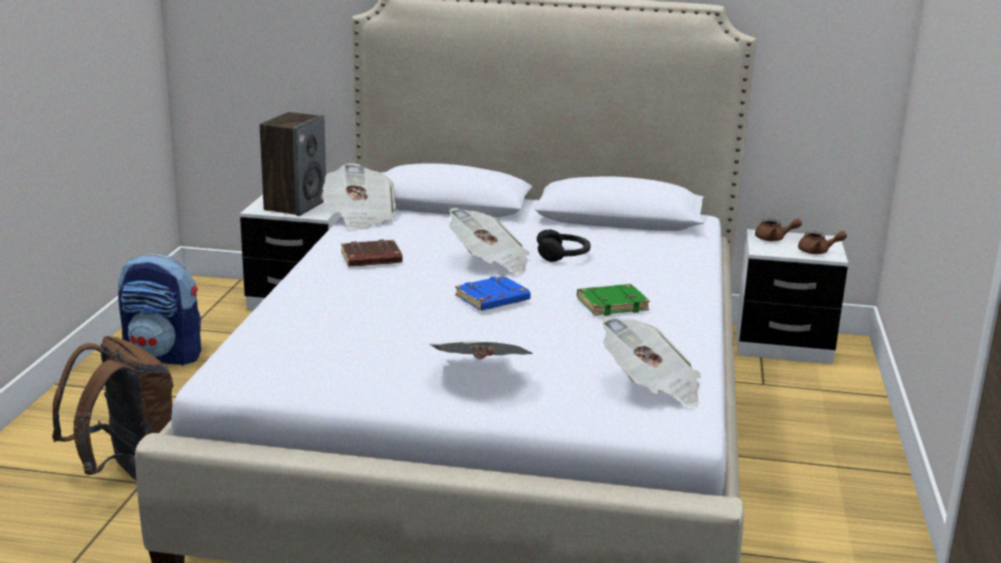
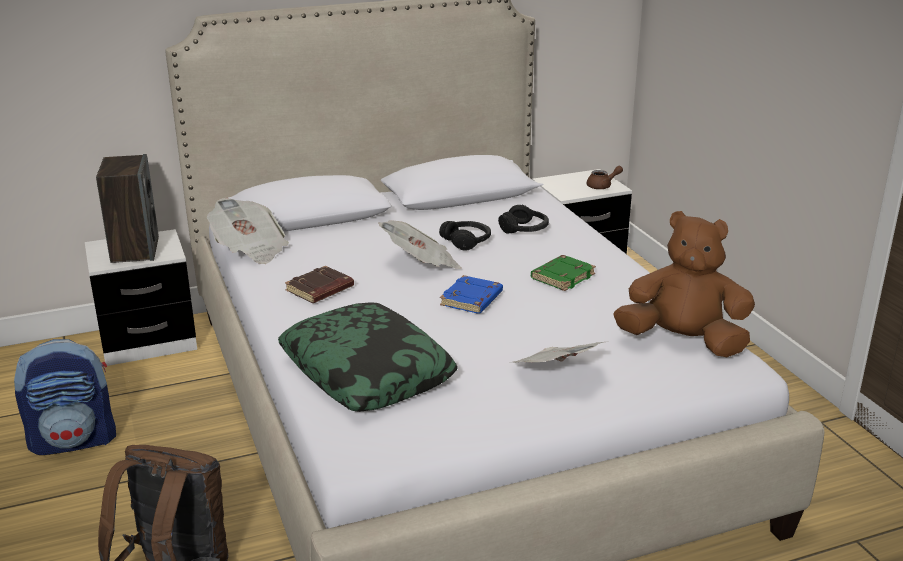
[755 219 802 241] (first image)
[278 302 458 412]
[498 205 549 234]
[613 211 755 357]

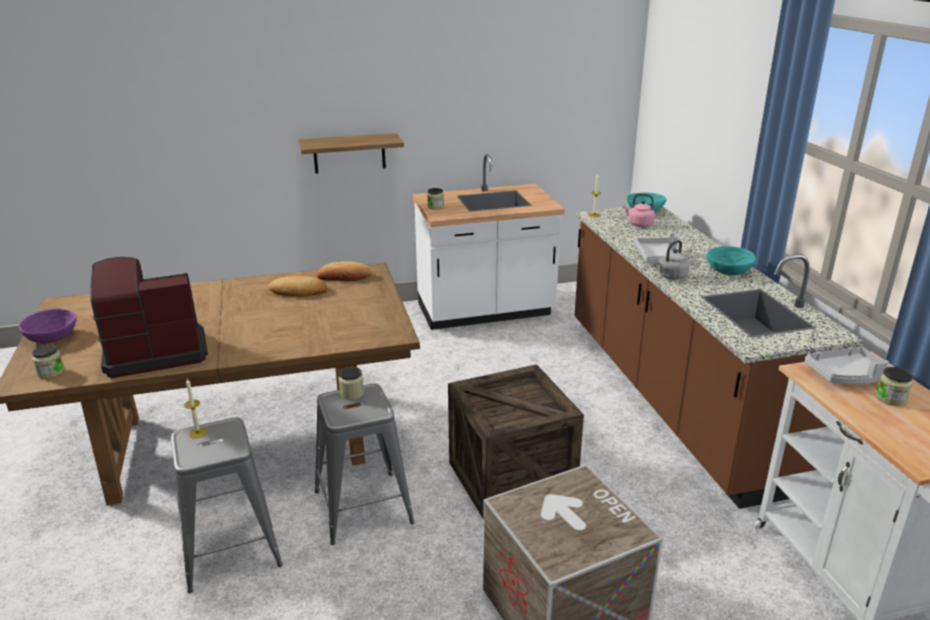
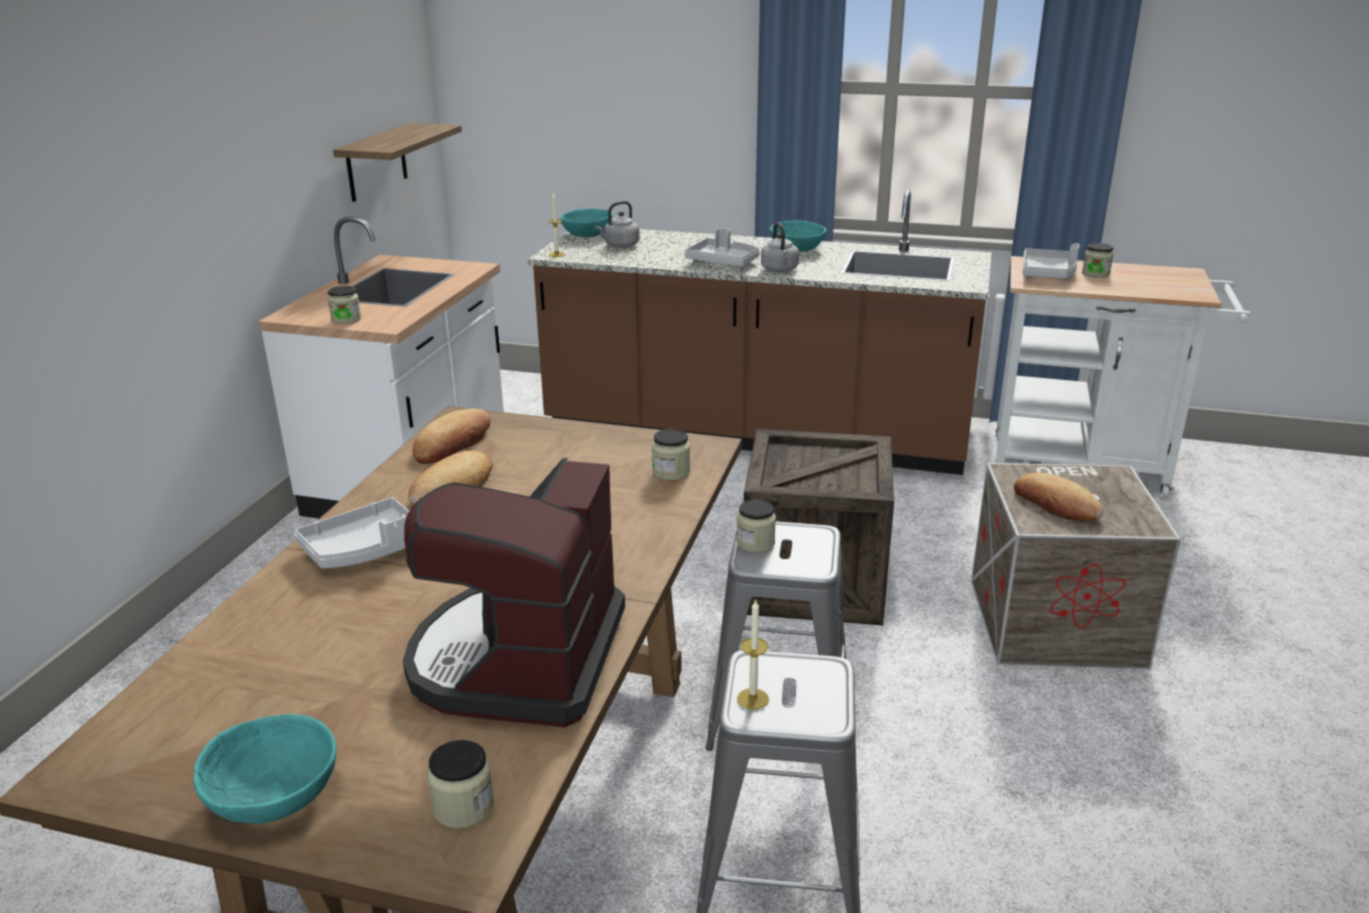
[294 497 409 569]
[652 429 690 480]
[1014 473 1104 522]
[333 123 462 202]
[194 714 337 824]
[595 201 640 248]

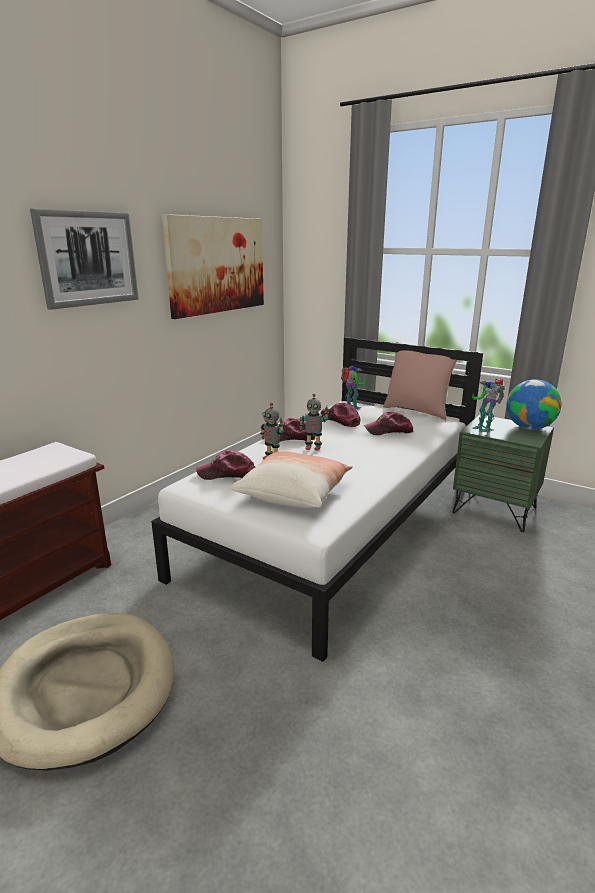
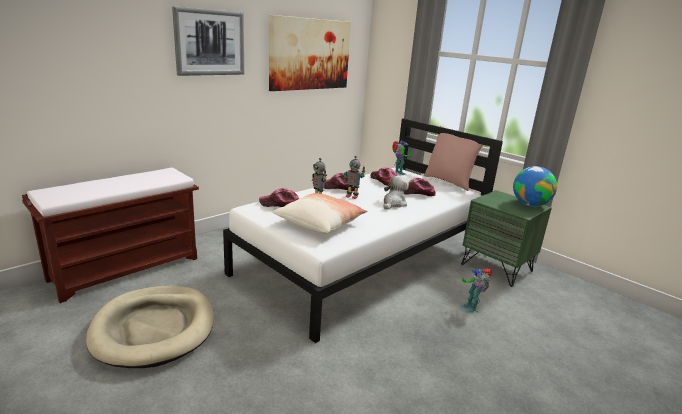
[384 176 409 210]
[461 268 492 313]

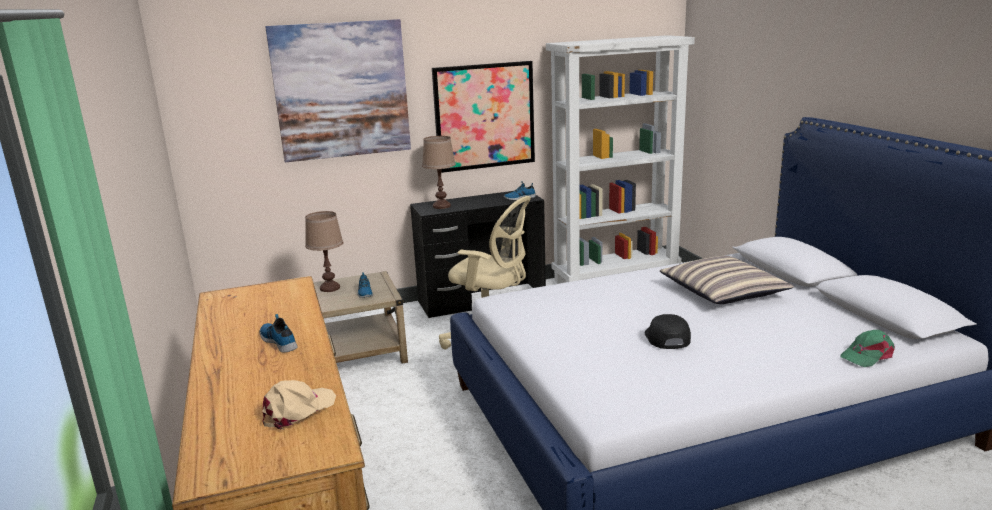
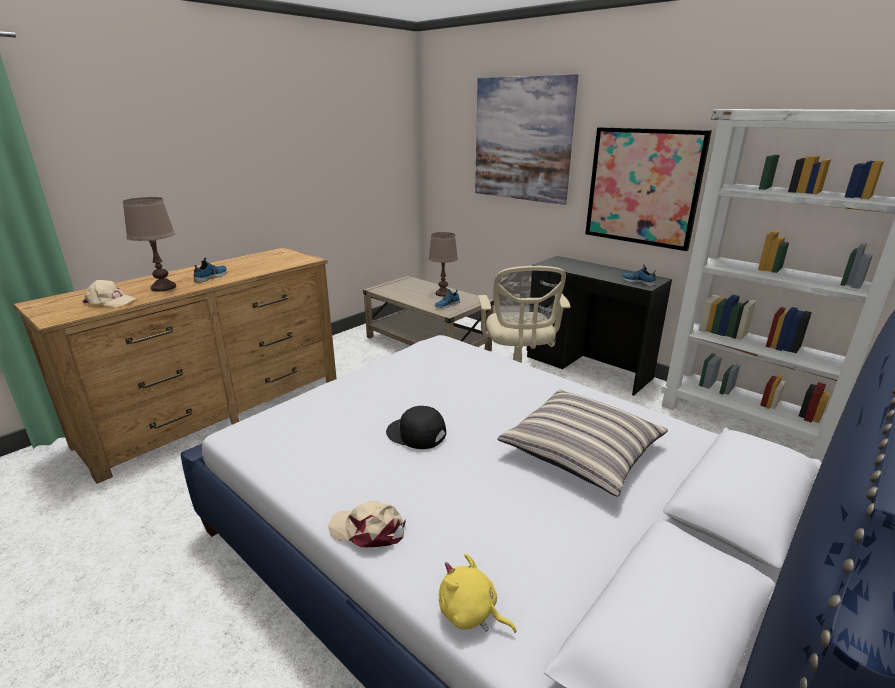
[328 500 406 548]
[123 197 176 292]
[439 553 516 633]
[386 406 446 449]

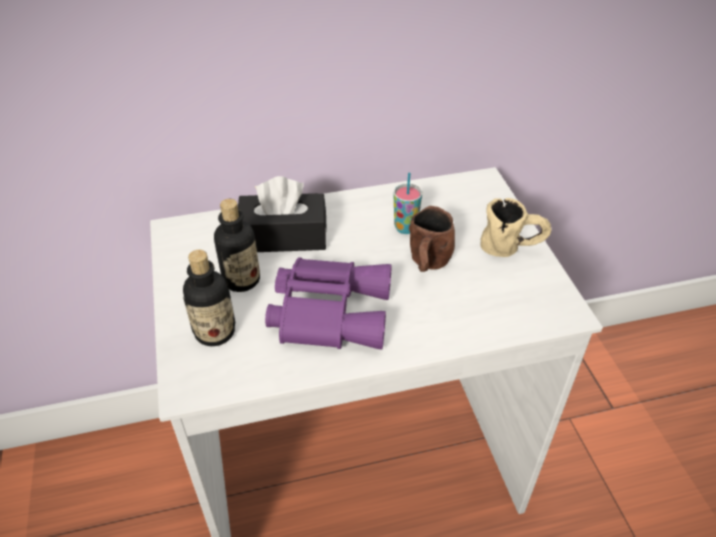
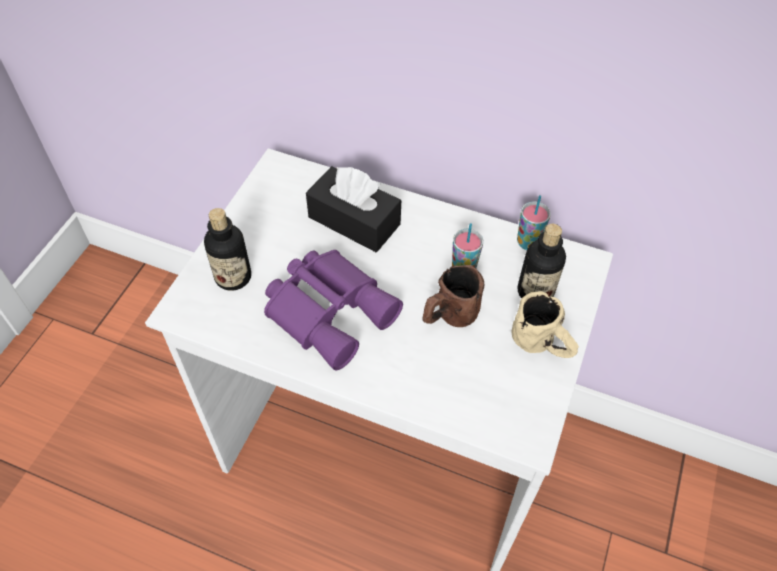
[517 195 551 250]
[518 224 566 301]

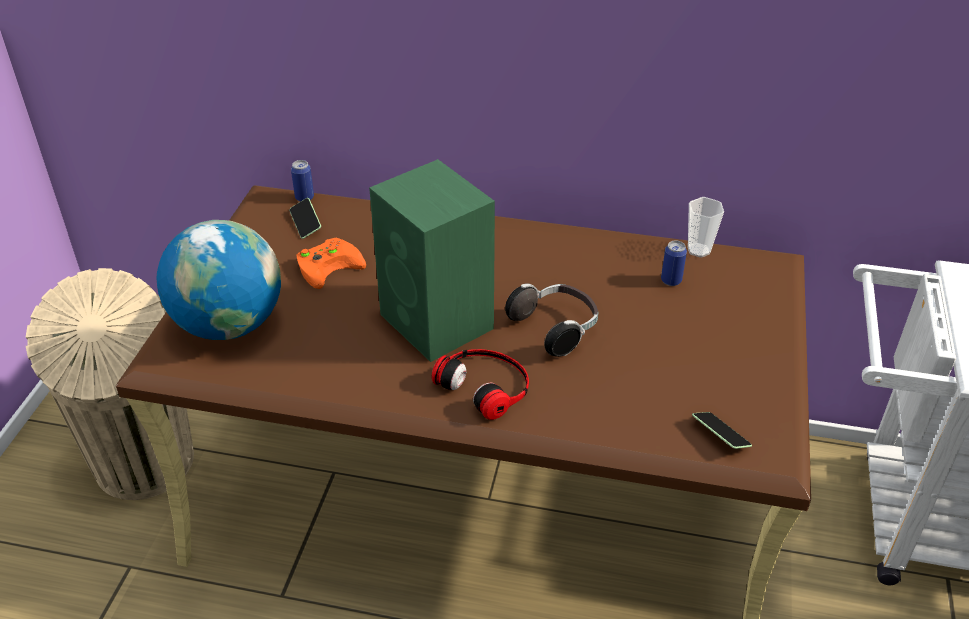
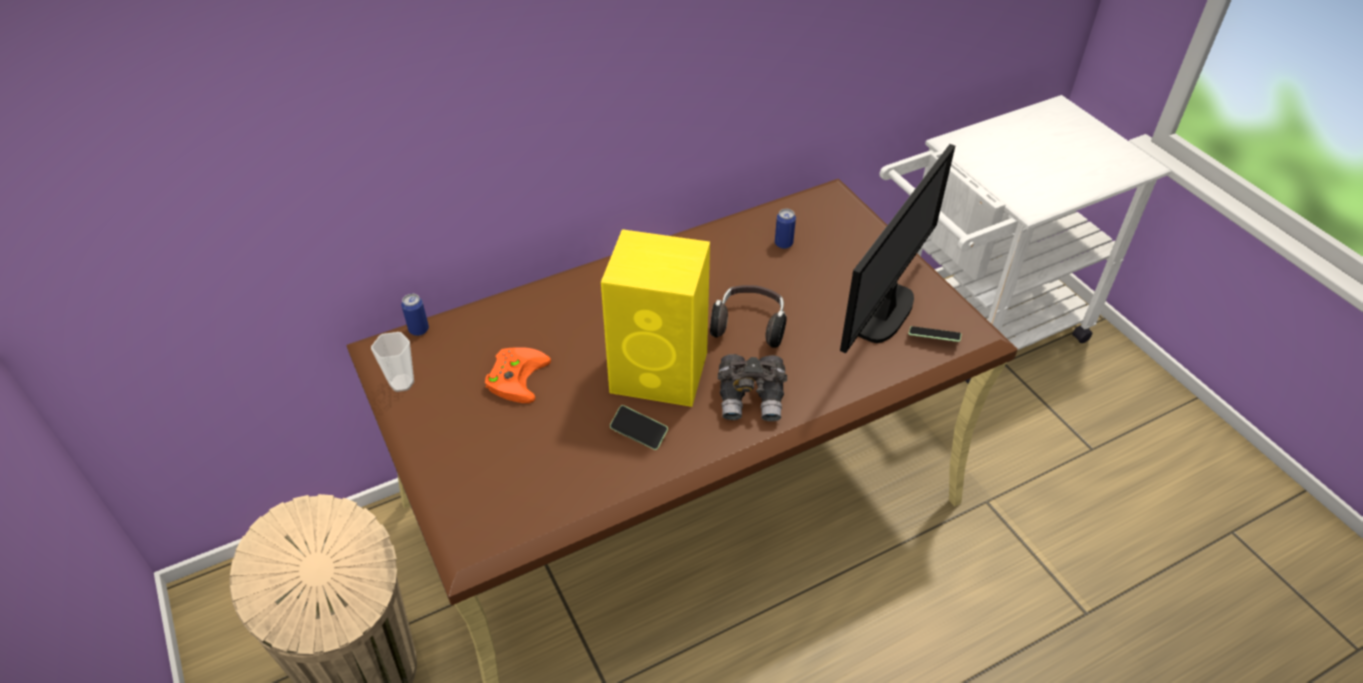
[157 220 281 340] (first image)
[840 144 955 353]
[610 405 668 450]
[371 332 414 392]
[718 354 787 421]
[601 229 710 407]

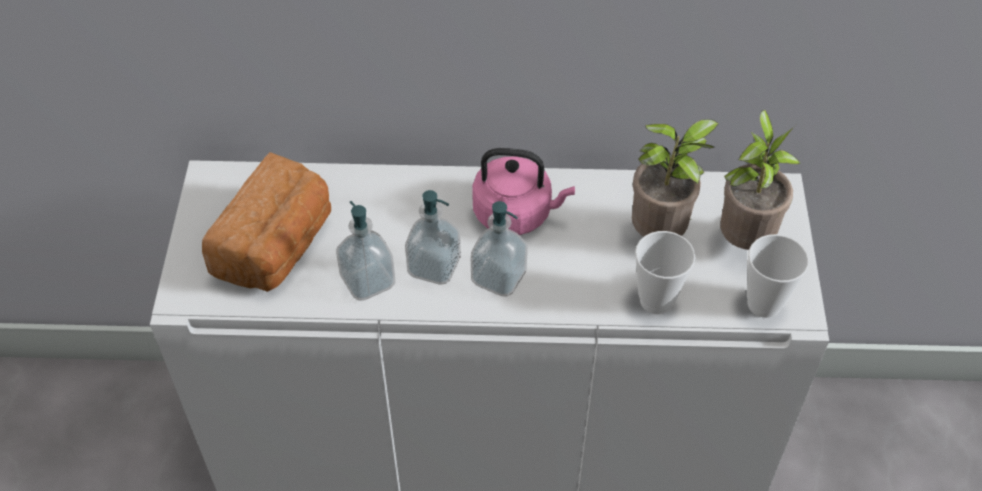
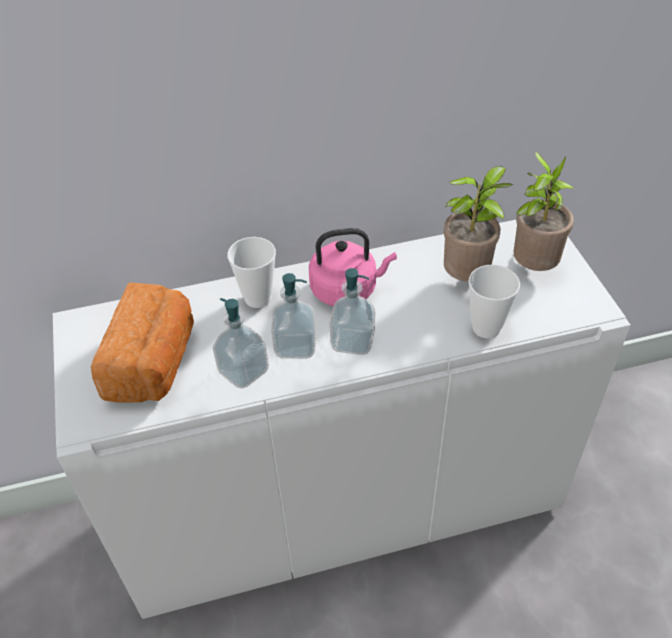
[227 237 276 308]

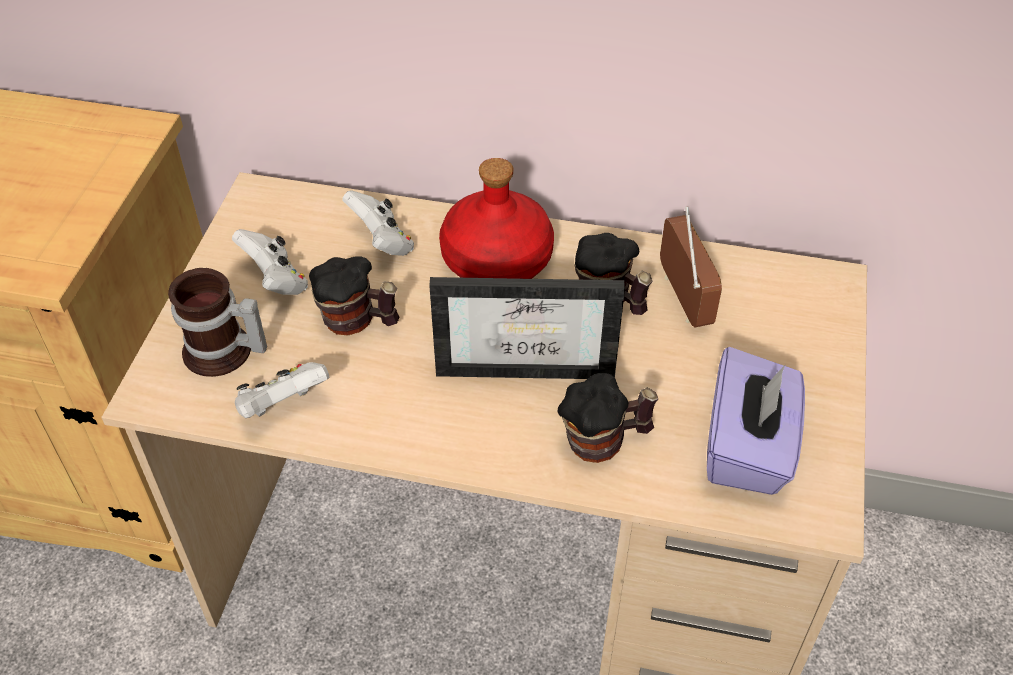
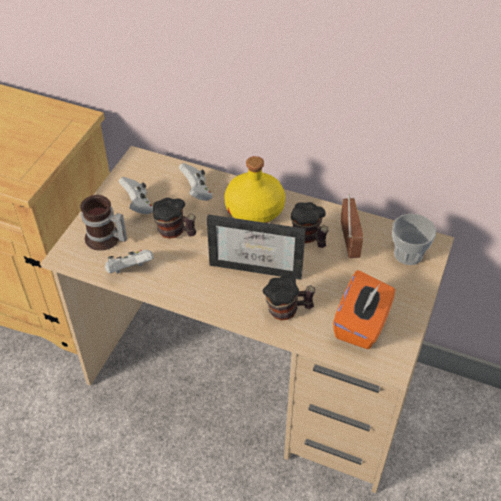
[392 214 436 265]
[224 156 285 223]
[333 270 395 349]

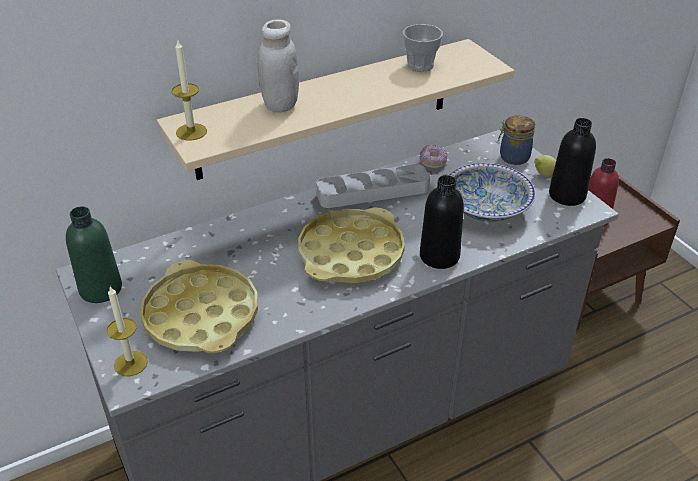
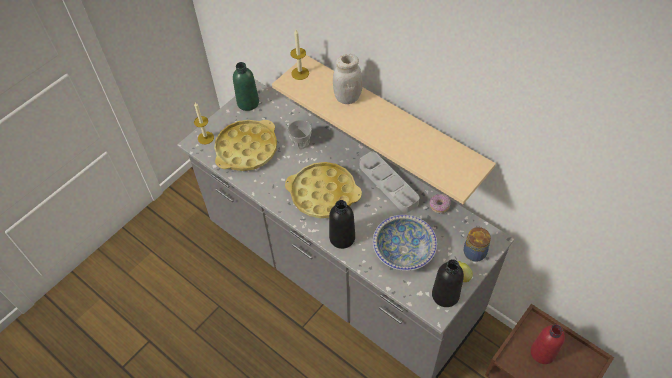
[287 120 312 149]

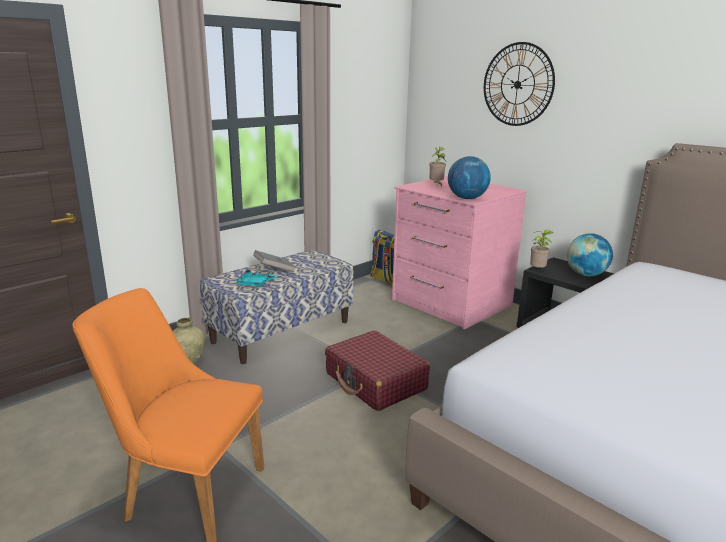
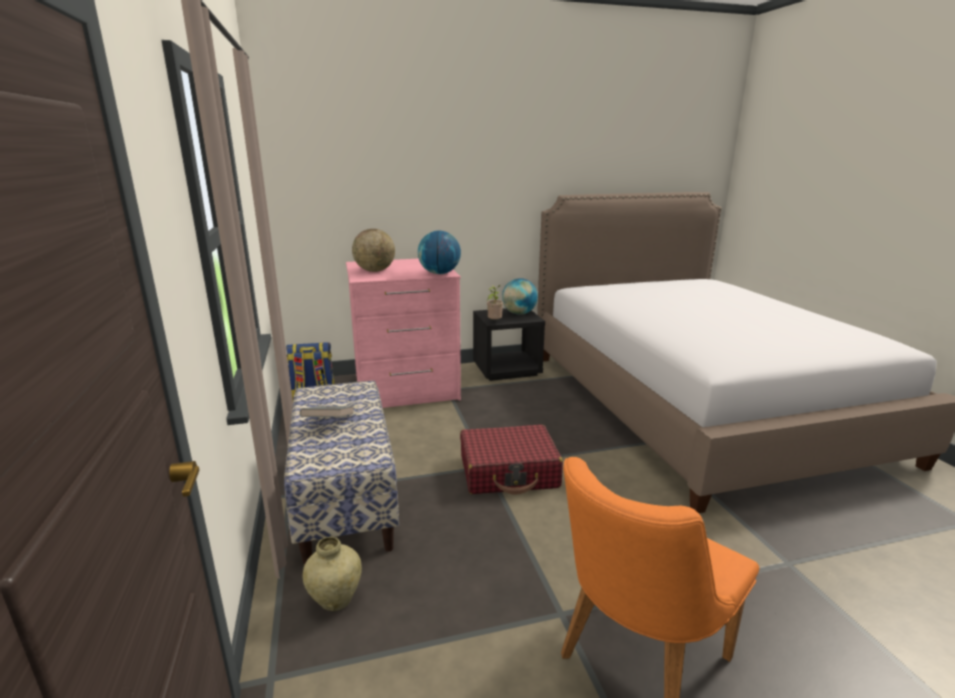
[235 270 277 287] (first image)
[484 42 555 126] (first image)
[352 229 395 272]

